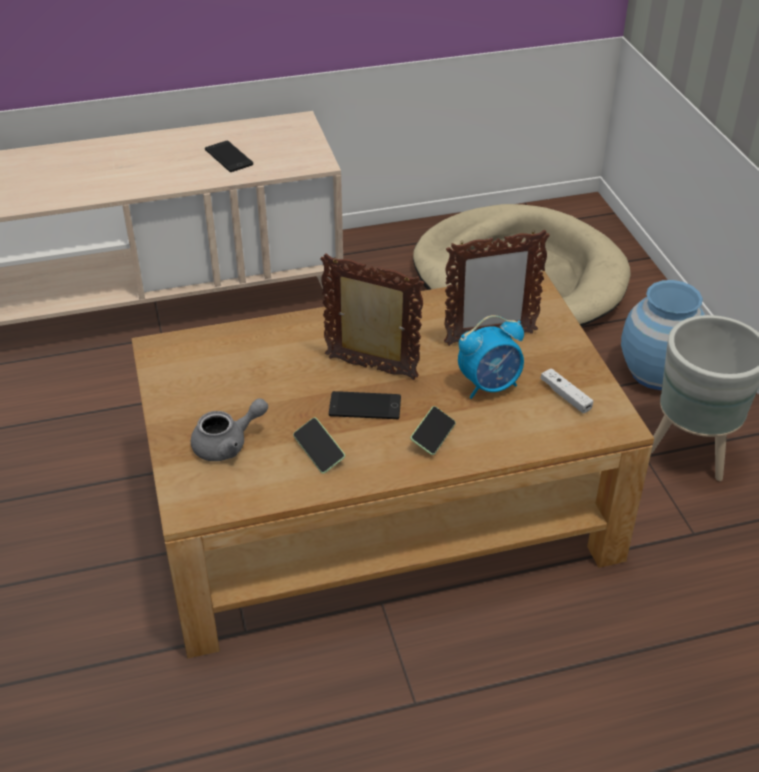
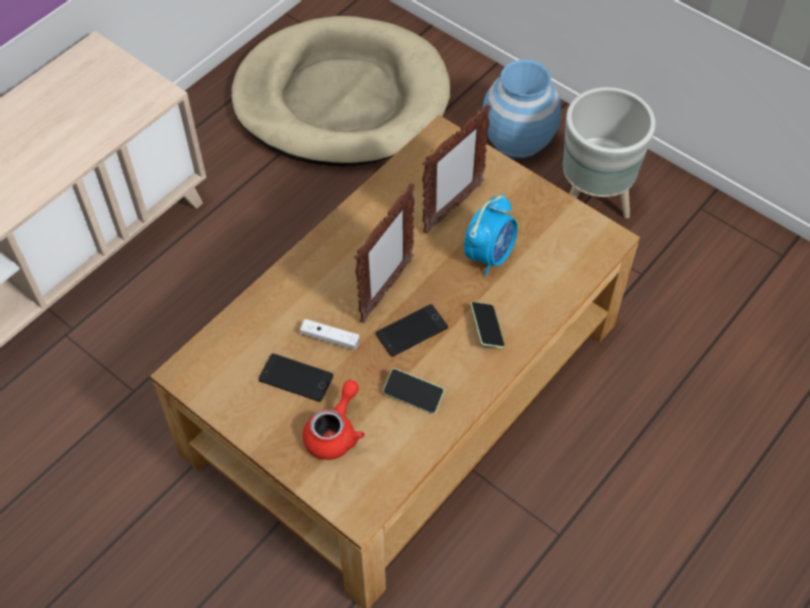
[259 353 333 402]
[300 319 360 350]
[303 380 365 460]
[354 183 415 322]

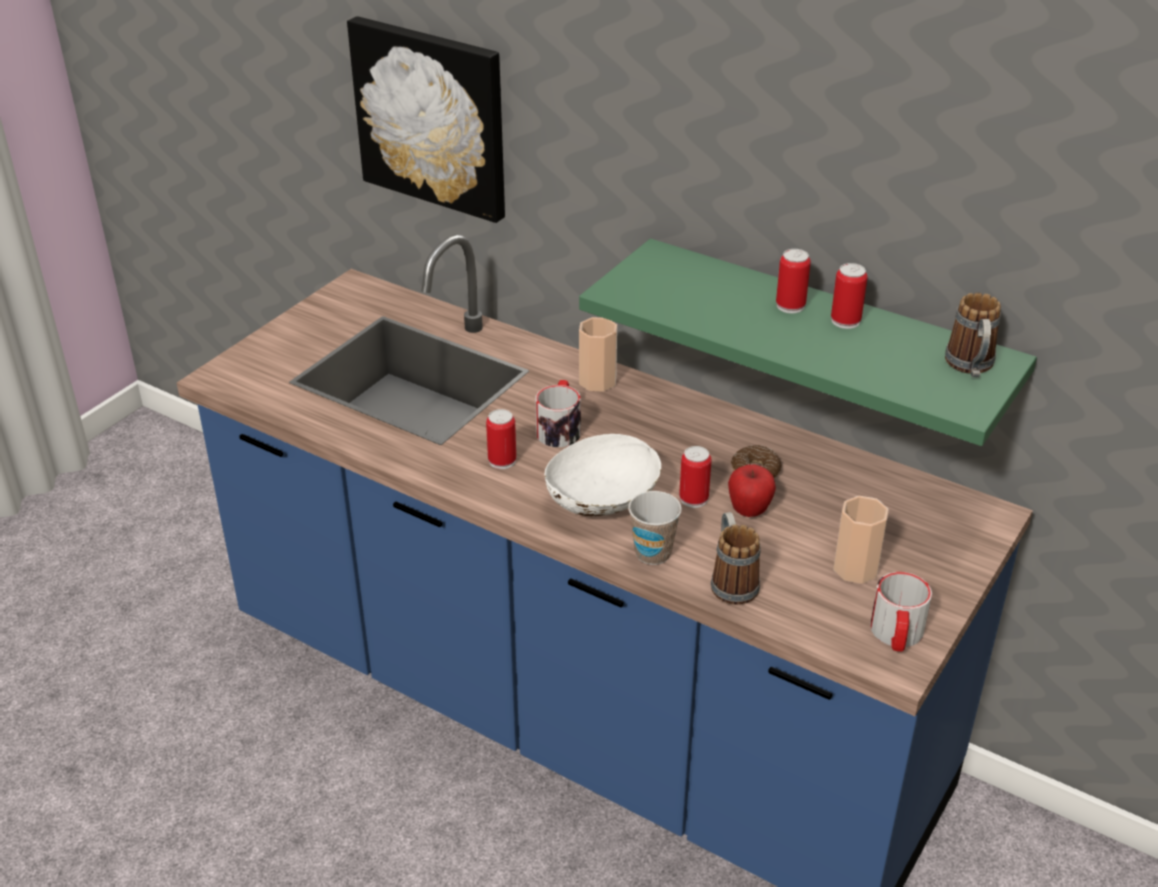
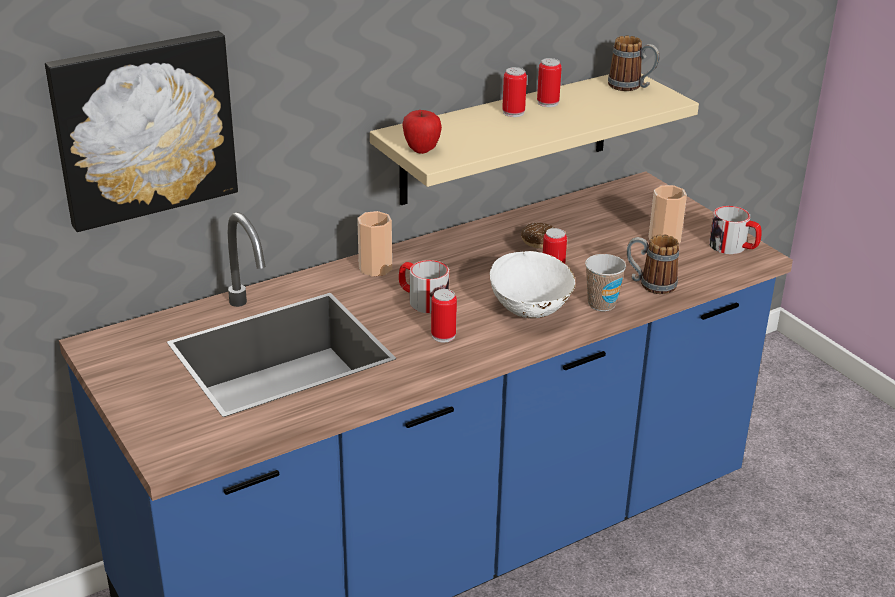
[403 110 442 154]
[370 74 699 205]

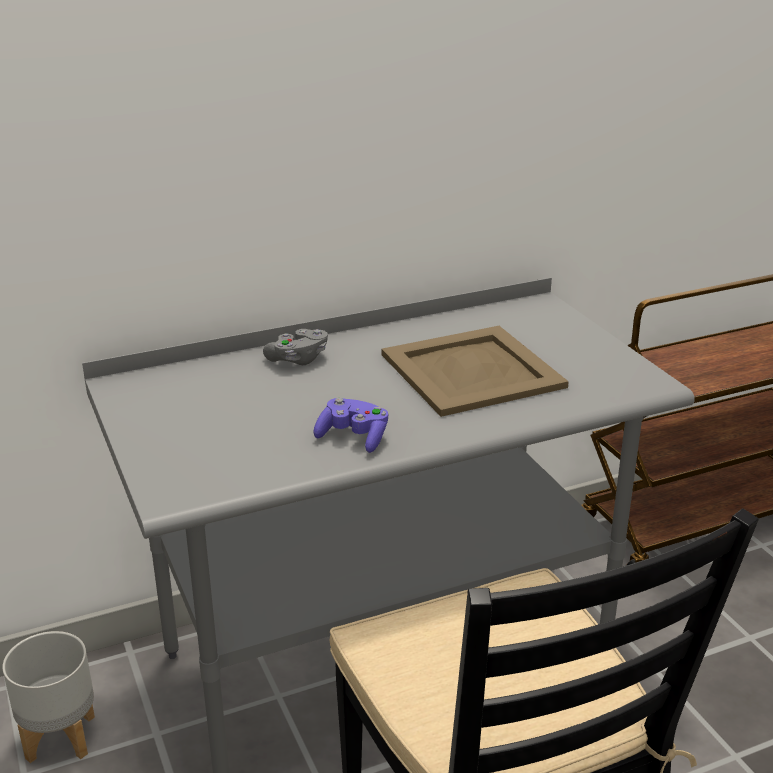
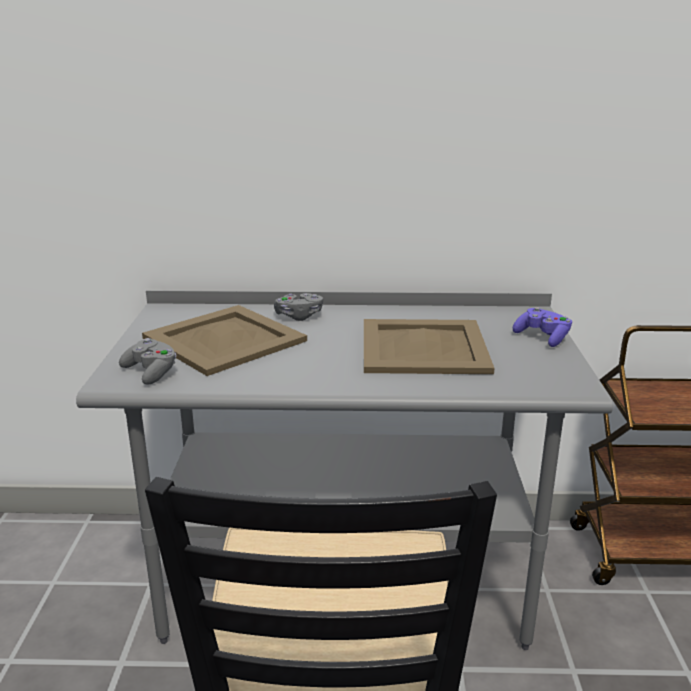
[2 631 95 763] (first image)
[119 338 176 384]
[142 305 307 376]
[513 307 572 347]

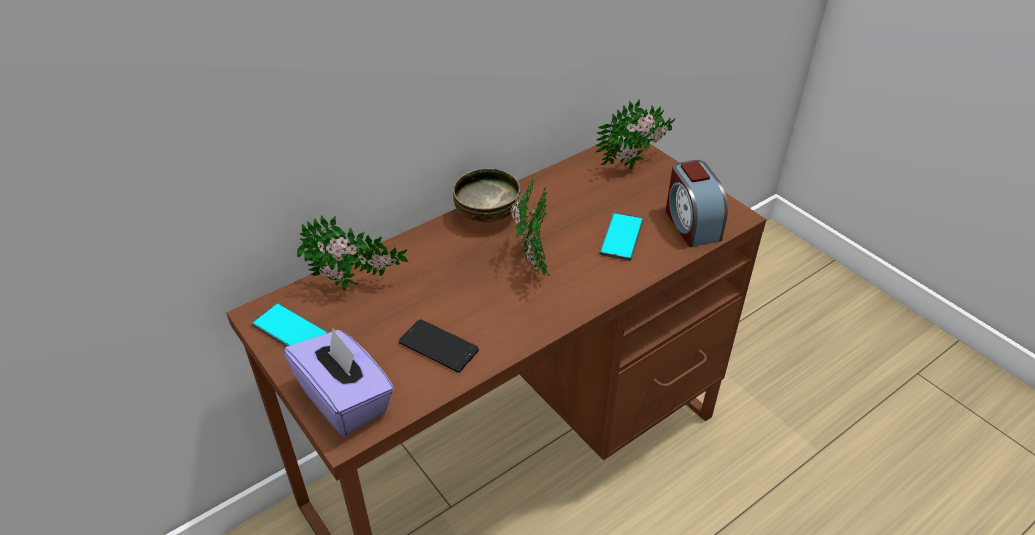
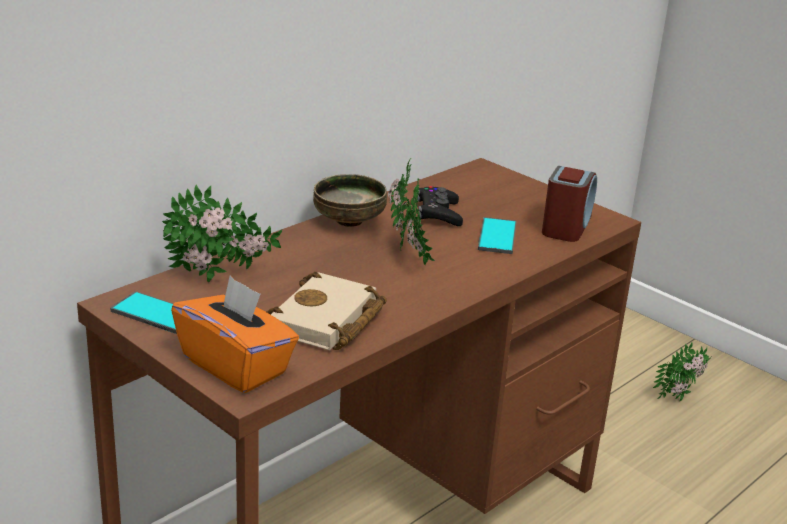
[417 186 463 226]
[653 343 711 402]
[266 272 387 350]
[171 276 299 393]
[542 166 597 242]

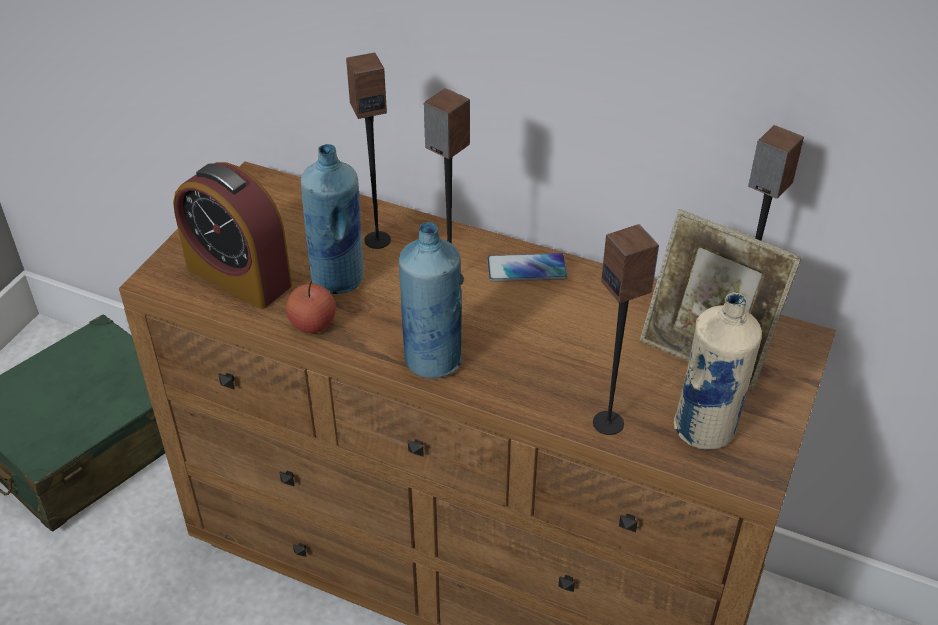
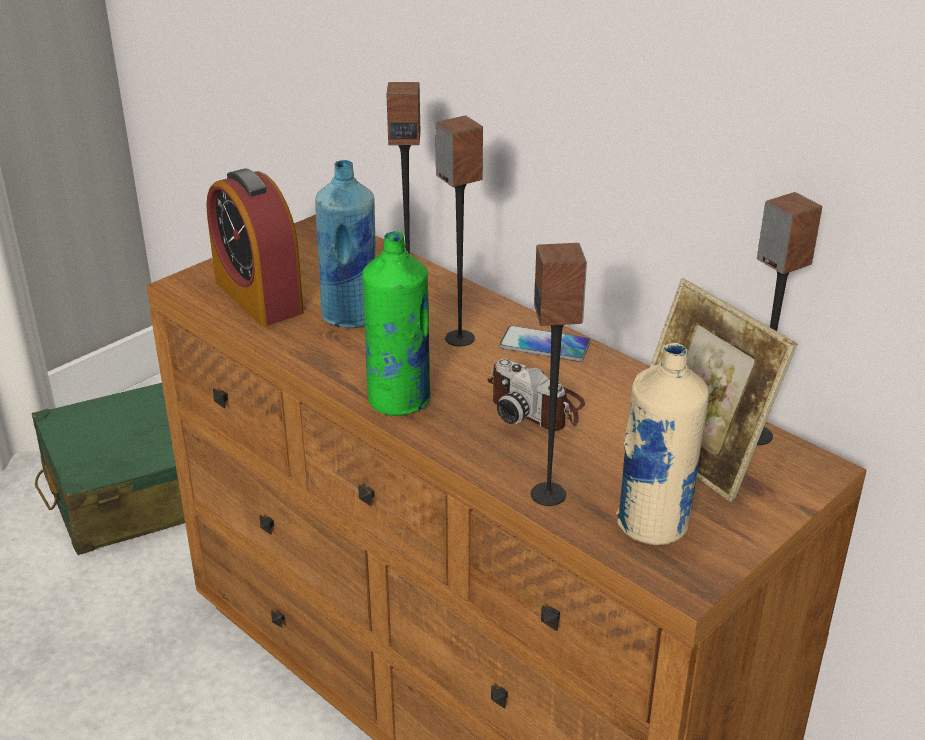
[286 281 336 333] (first image)
[487 358 585 431]
[362 231 430 416]

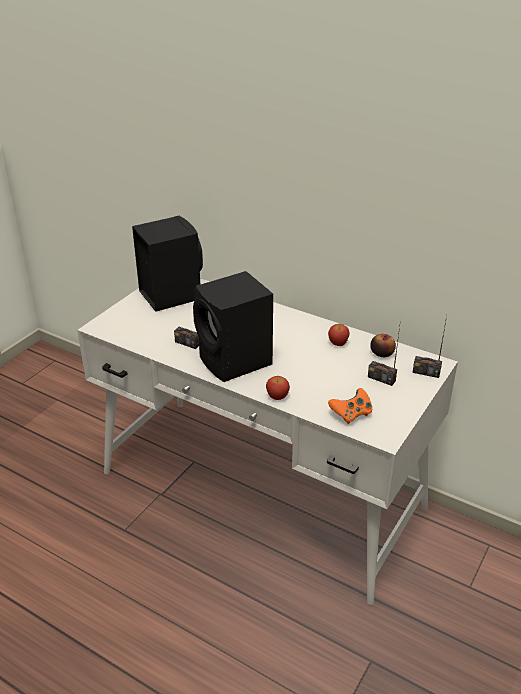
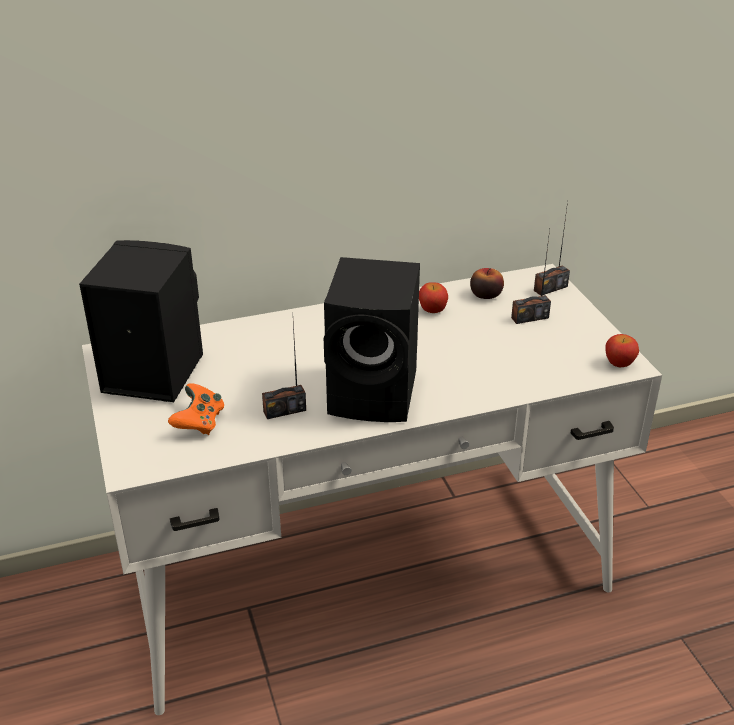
[606 334 639 367]
[168 383 224 435]

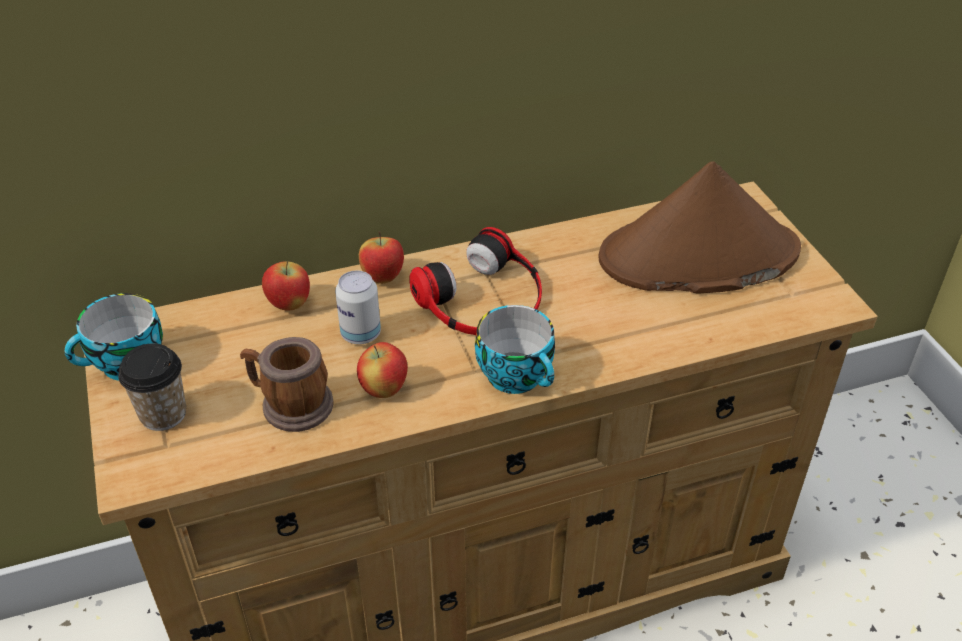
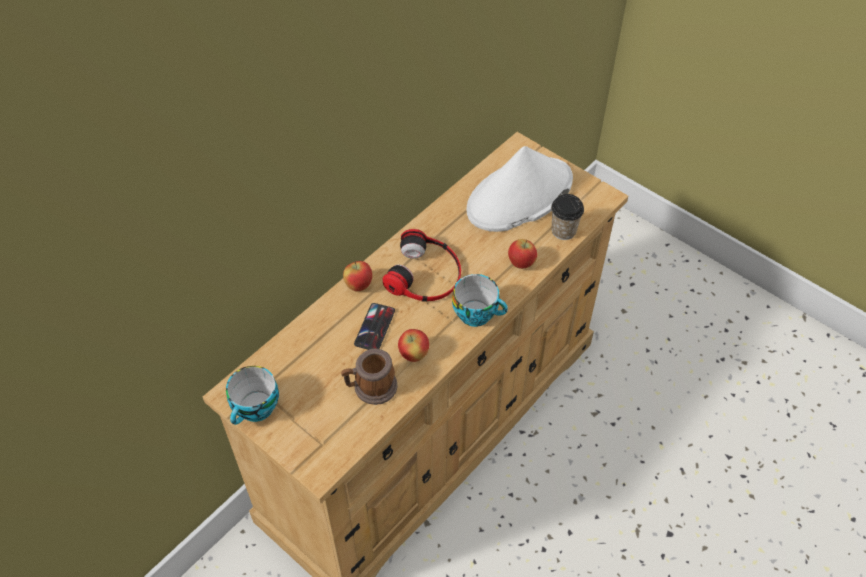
[551 194 584 240]
[508 239 537 269]
[354 303 395 350]
[467 146 573 232]

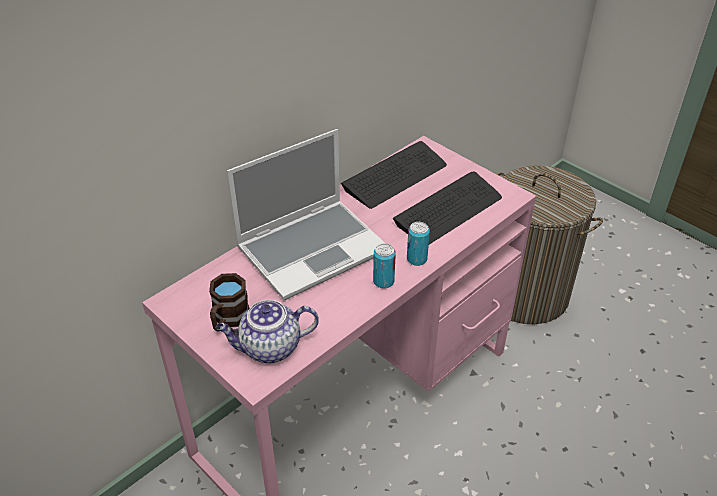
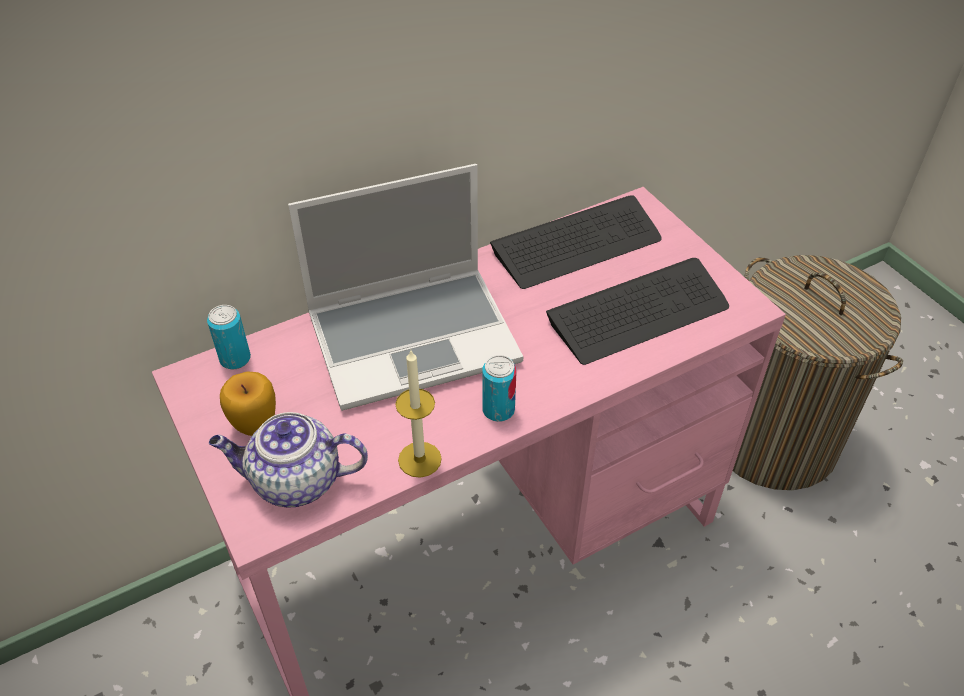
[395 350 442 478]
[207 305 251 369]
[220 371 276 436]

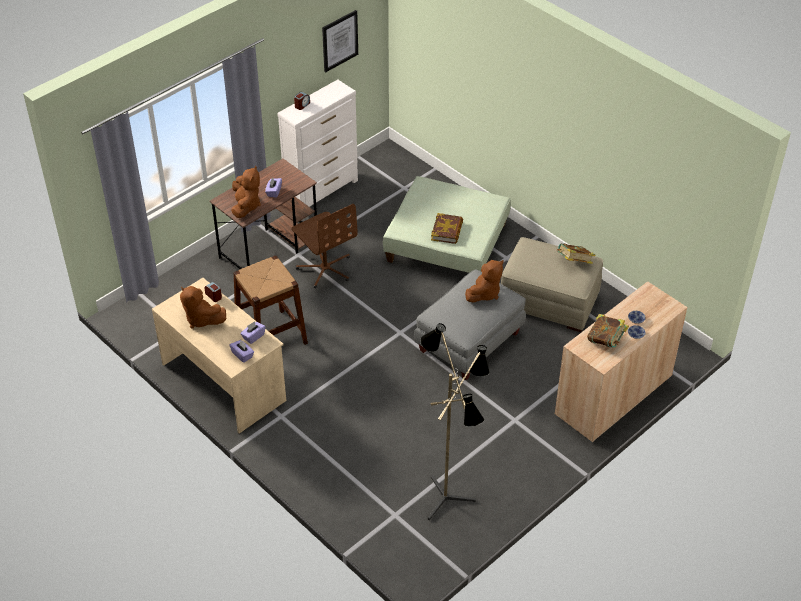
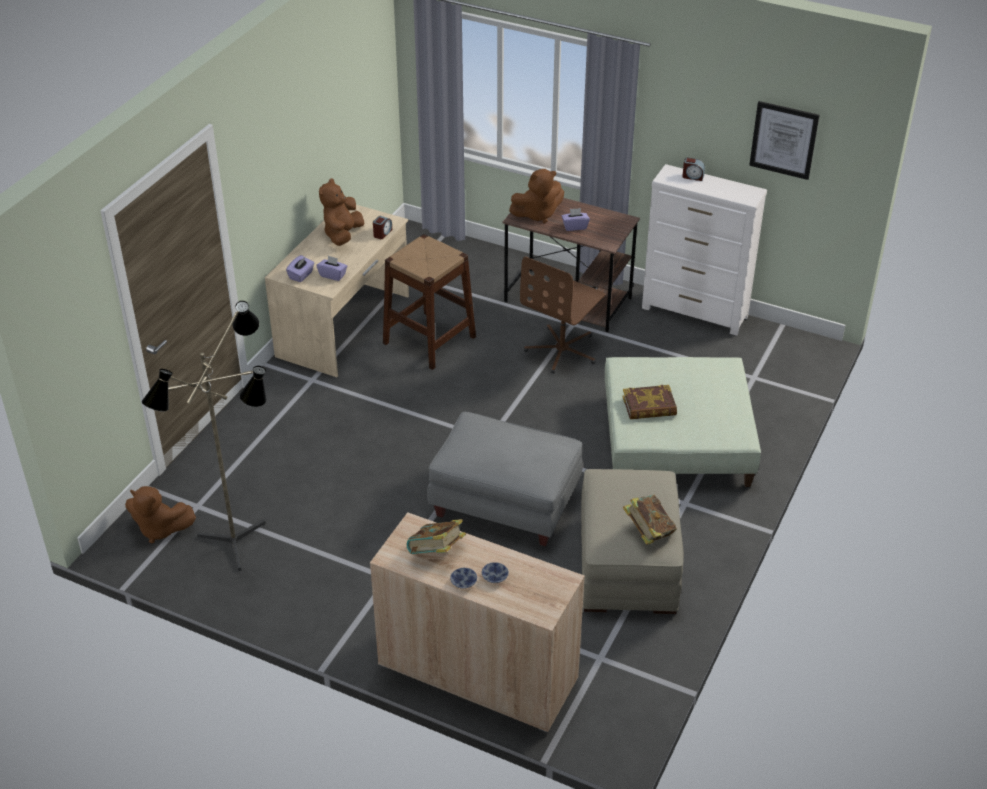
[125 486 196 543]

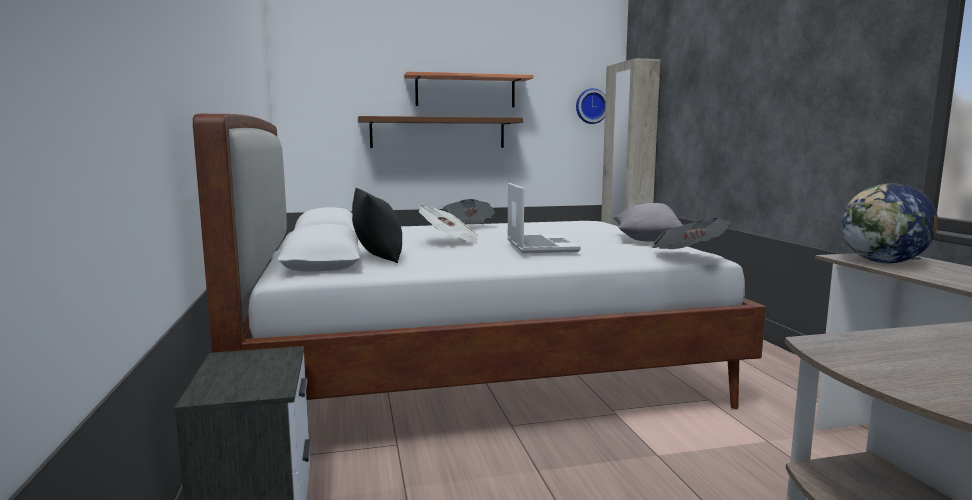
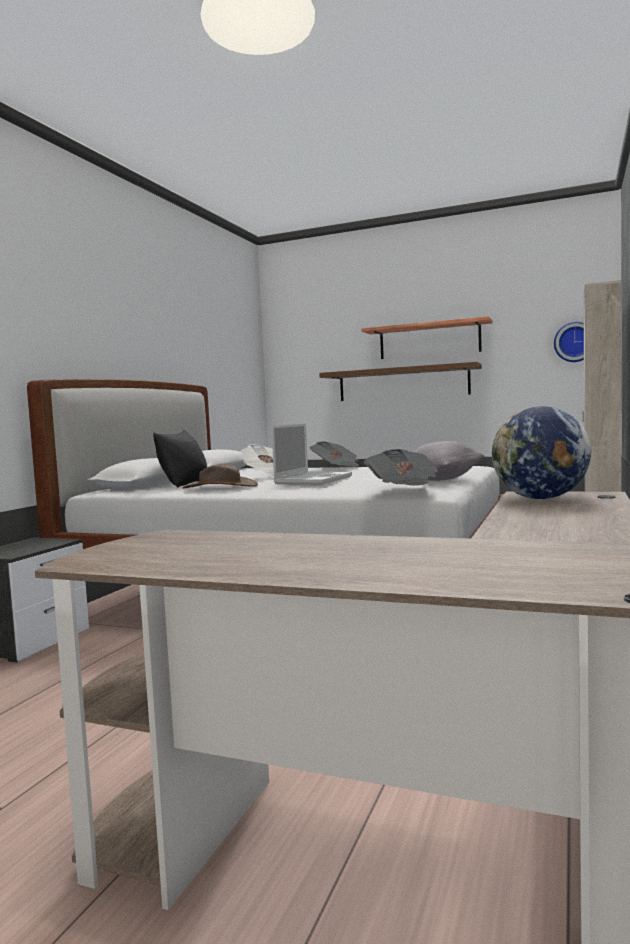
[182 464 258 489]

